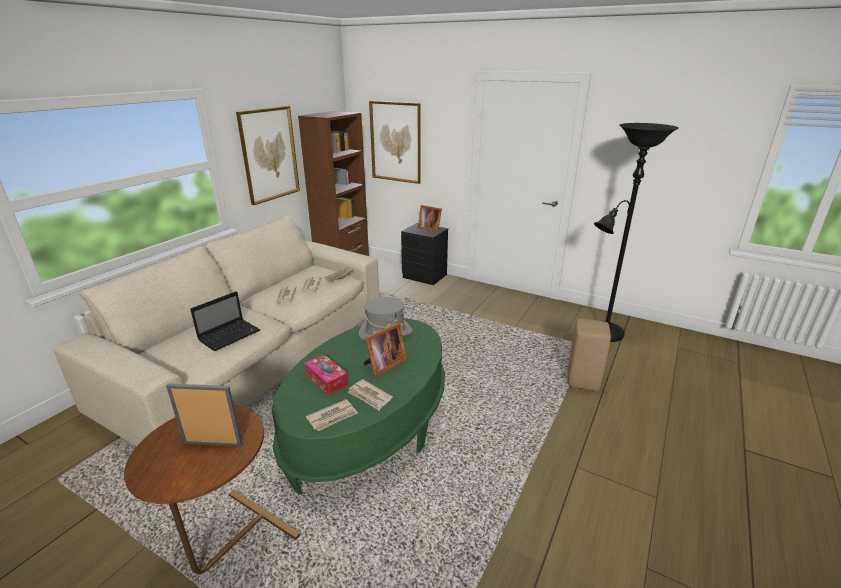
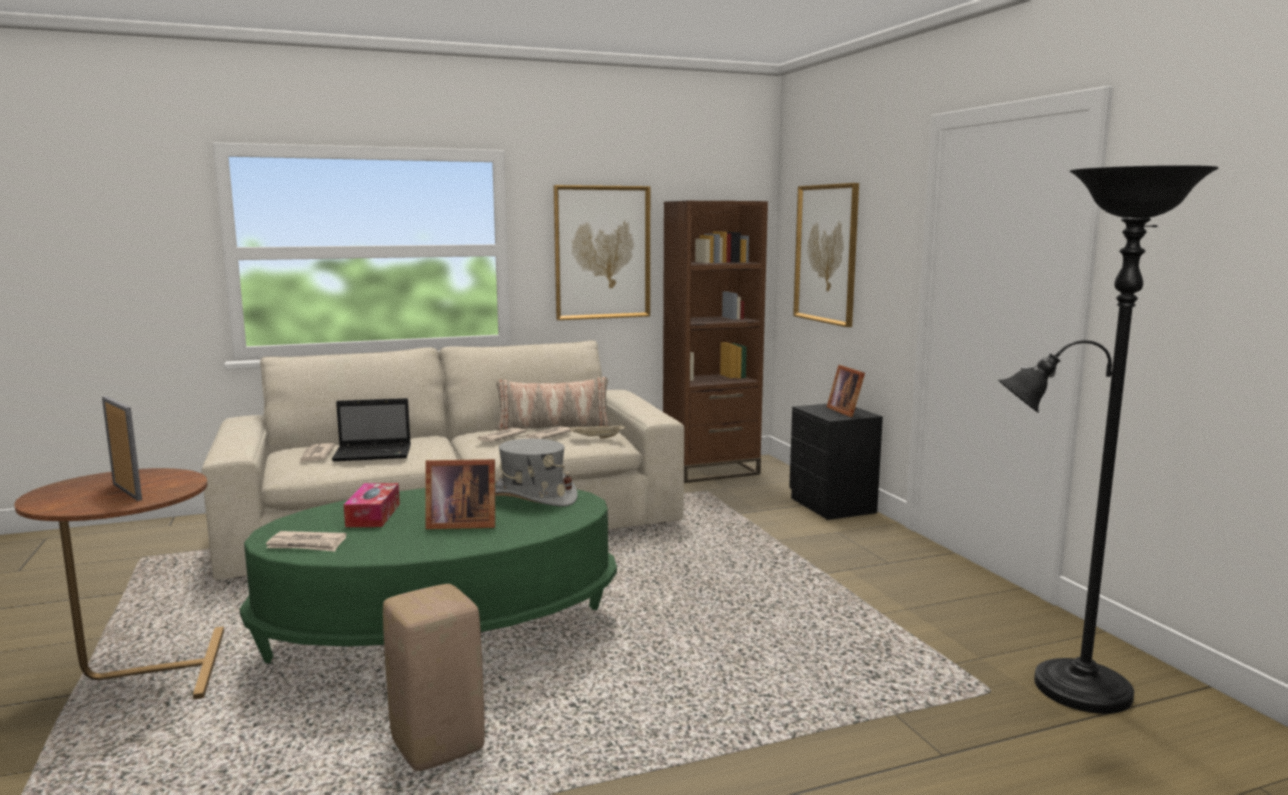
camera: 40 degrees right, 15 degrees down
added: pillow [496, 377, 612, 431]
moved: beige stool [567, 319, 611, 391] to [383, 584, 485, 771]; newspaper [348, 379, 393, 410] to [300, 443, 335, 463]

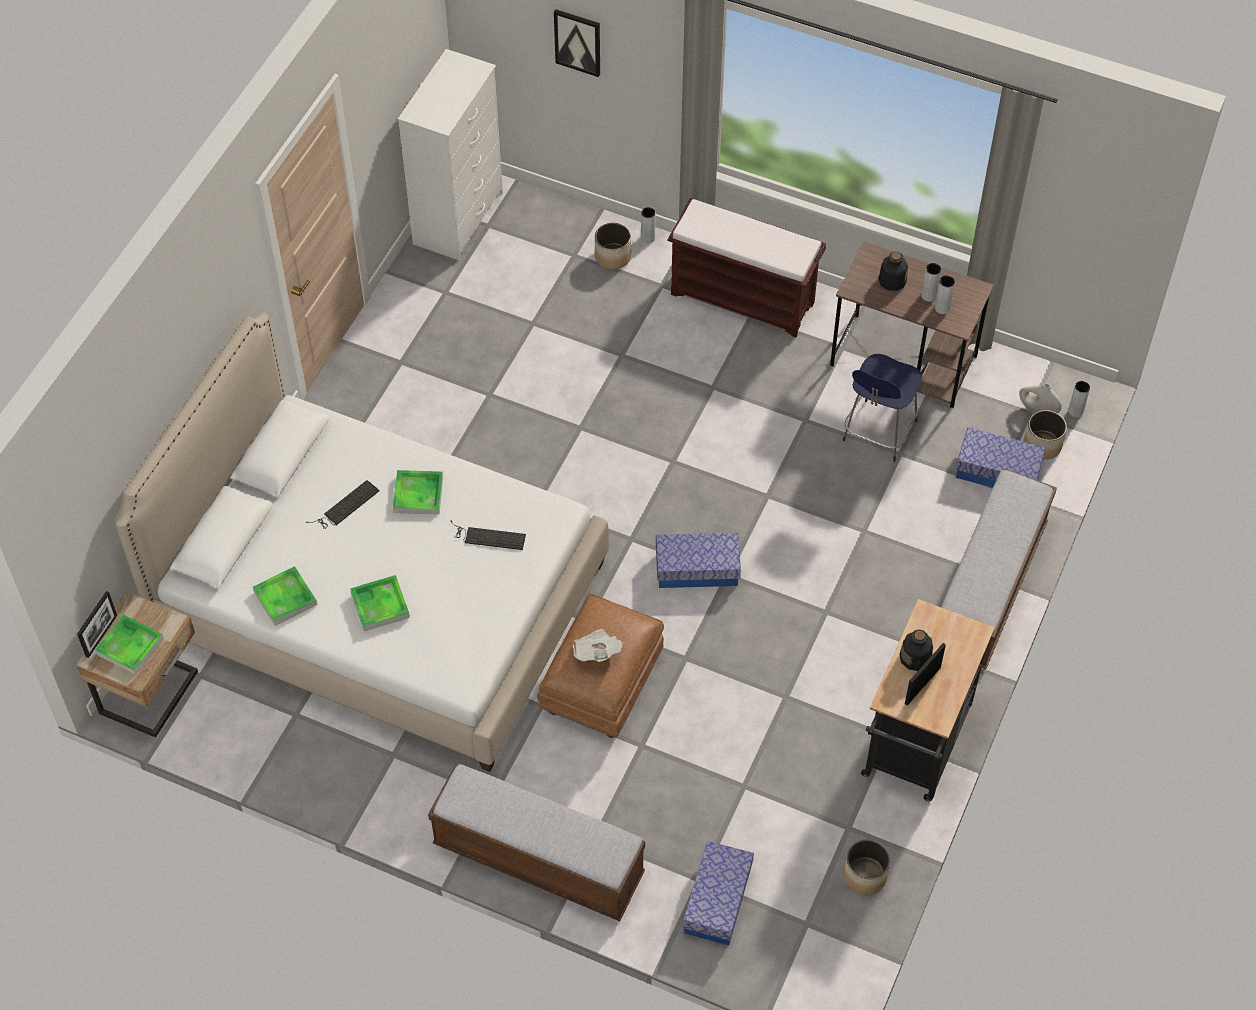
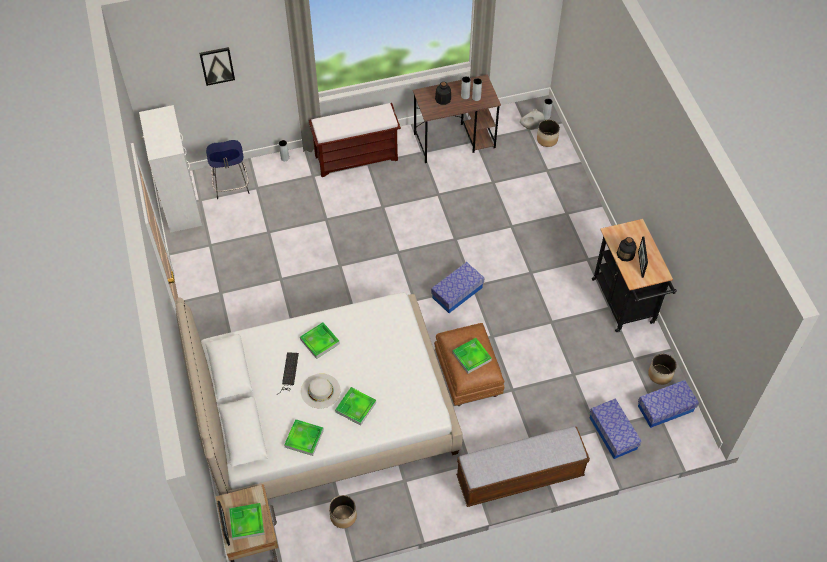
camera: 40 degrees left, 0 degrees up
removed: bench [941, 469, 1057, 669]; keyboard [450, 520, 526, 550]
added: white hat [301, 373, 340, 409]
moved: planter [595, 223, 631, 270] to [329, 495, 357, 528]; blue stool [843, 354, 922, 462] to [206, 140, 250, 199]; storage box [956, 427, 1046, 487] to [638, 380, 699, 428]
replaced: newspaper [573, 629, 623, 662] to tray [452, 338, 492, 374]

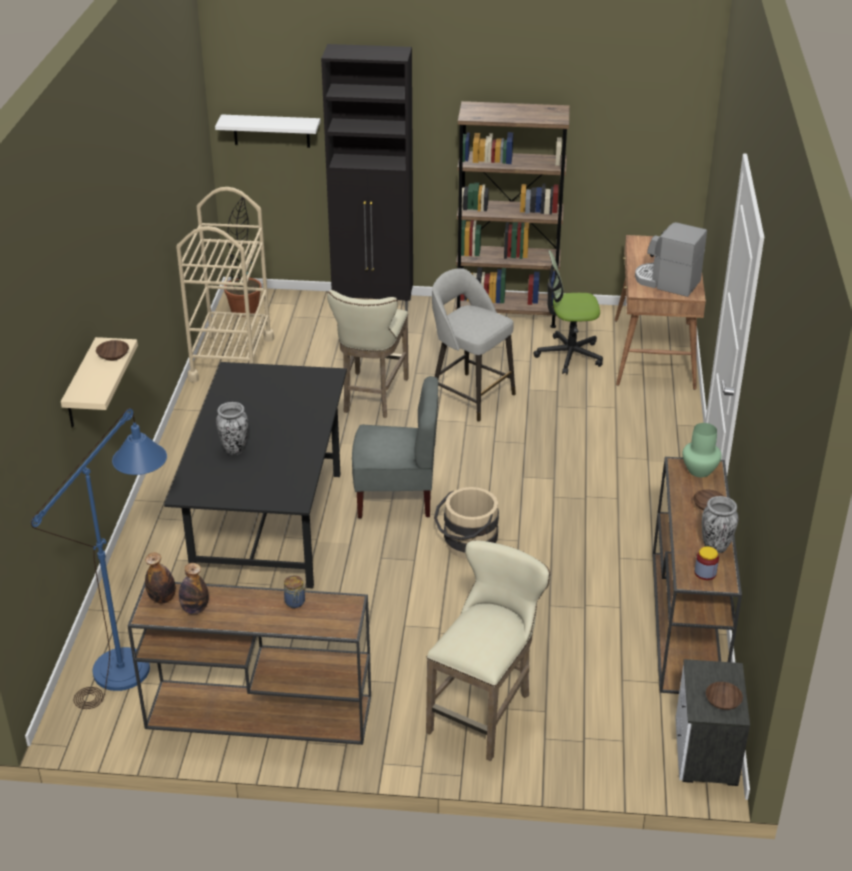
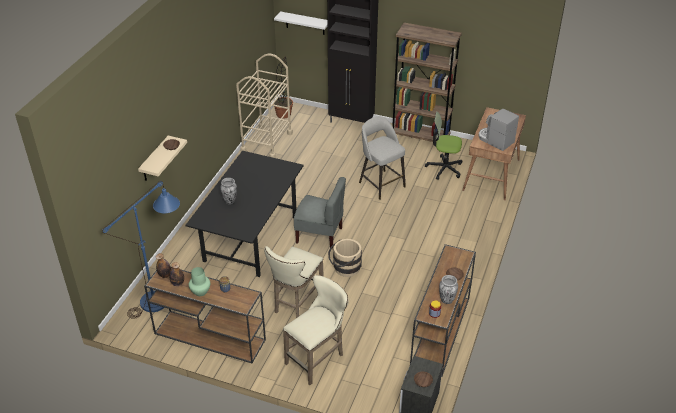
camera: 15 degrees right, 5 degrees up
moved: beige stool [327, 290, 409, 418] to [264, 246, 324, 318]; green vase [682, 423, 722, 477] to [189, 267, 210, 296]

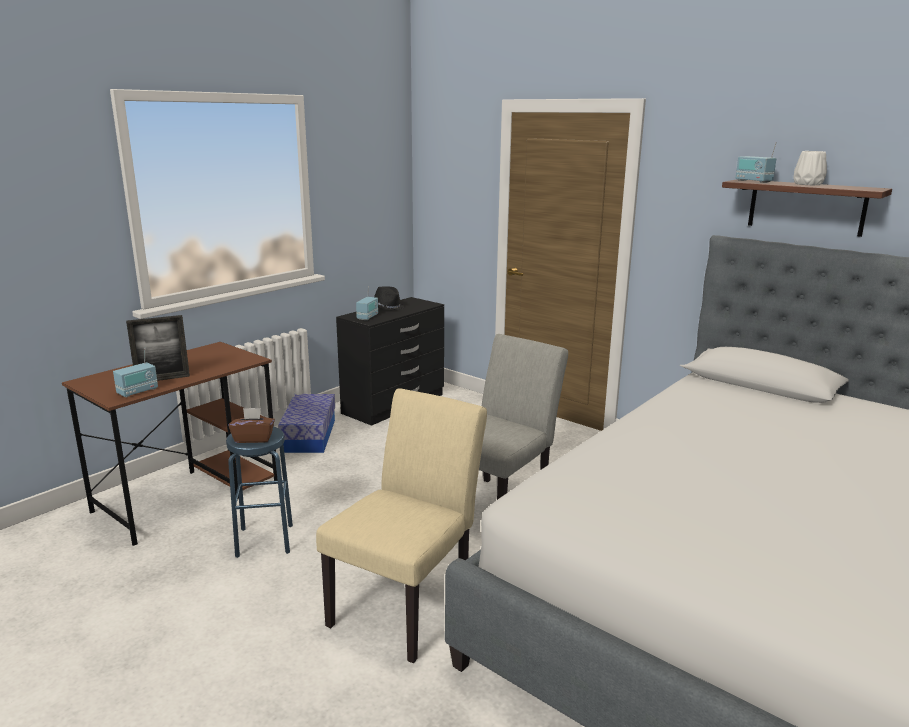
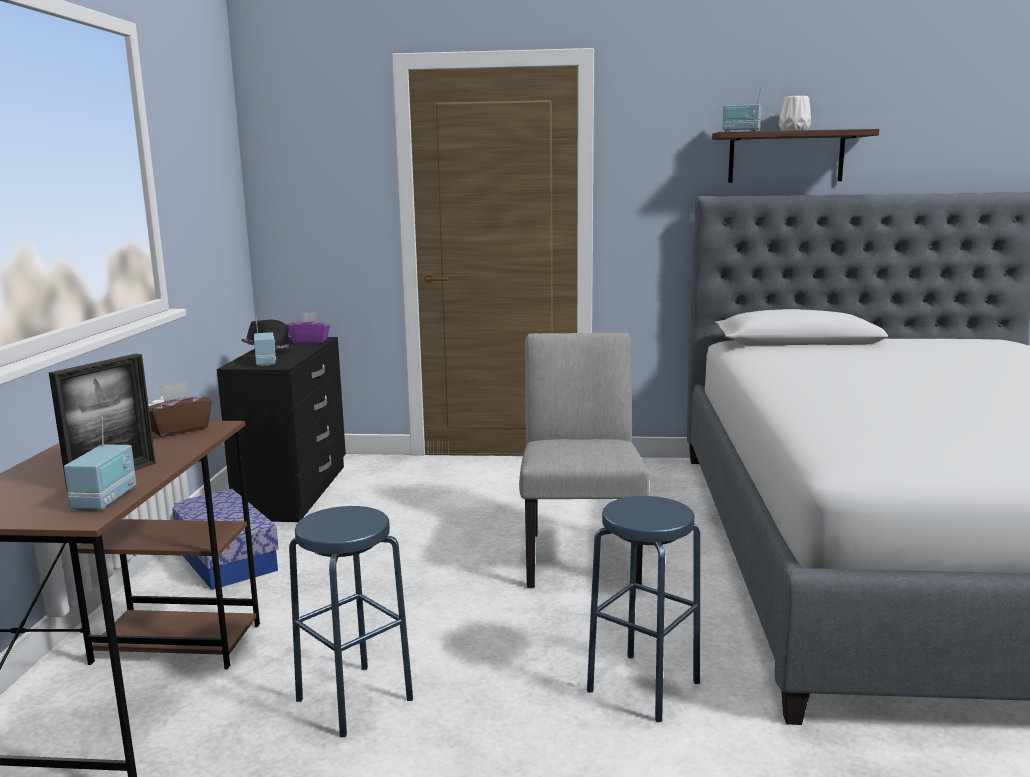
camera: 35 degrees left, 5 degrees down
added: purple tissue box [287, 312, 330, 344]
moved: brown tissue box [229, 408, 275, 443] to [149, 382, 212, 437]
replaced: beige chair [316, 388, 487, 663] to blue stool [587, 496, 700, 722]

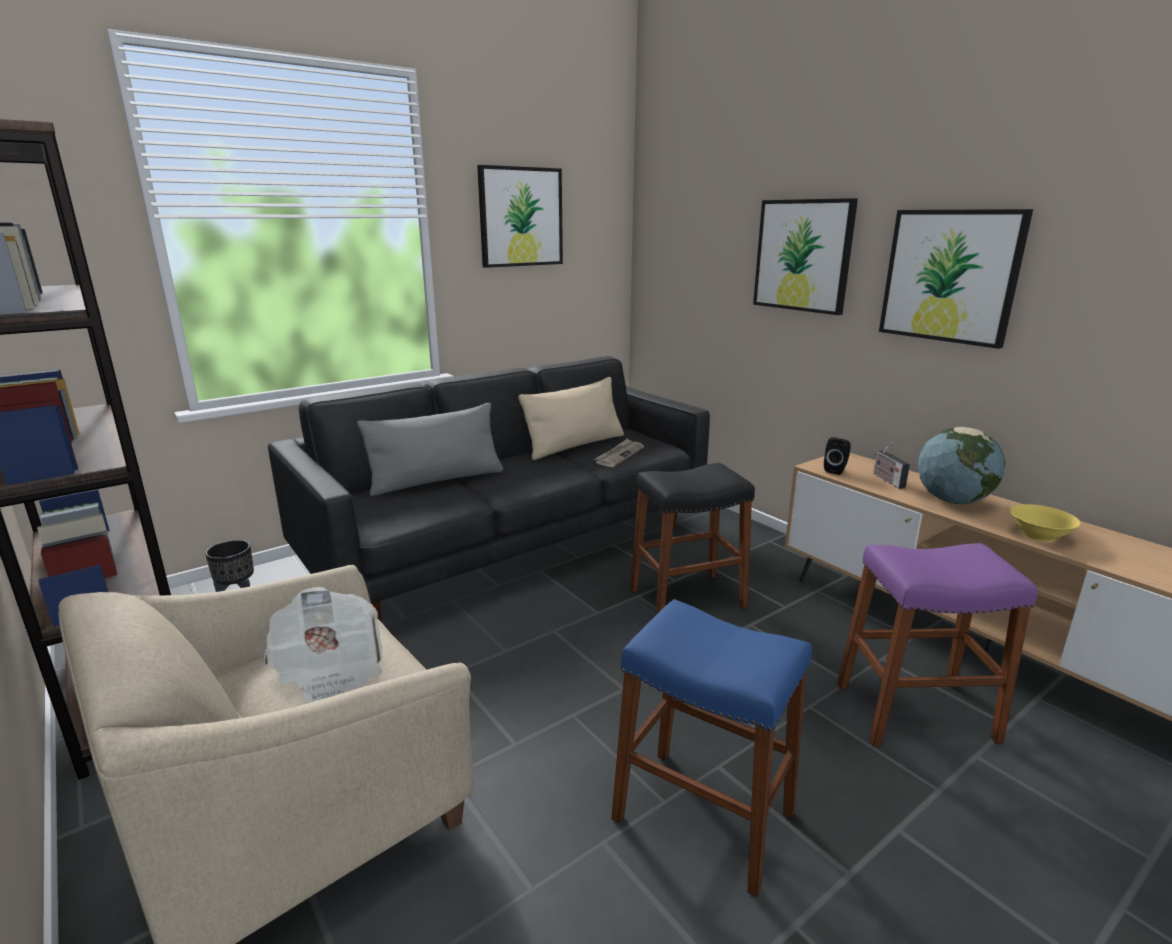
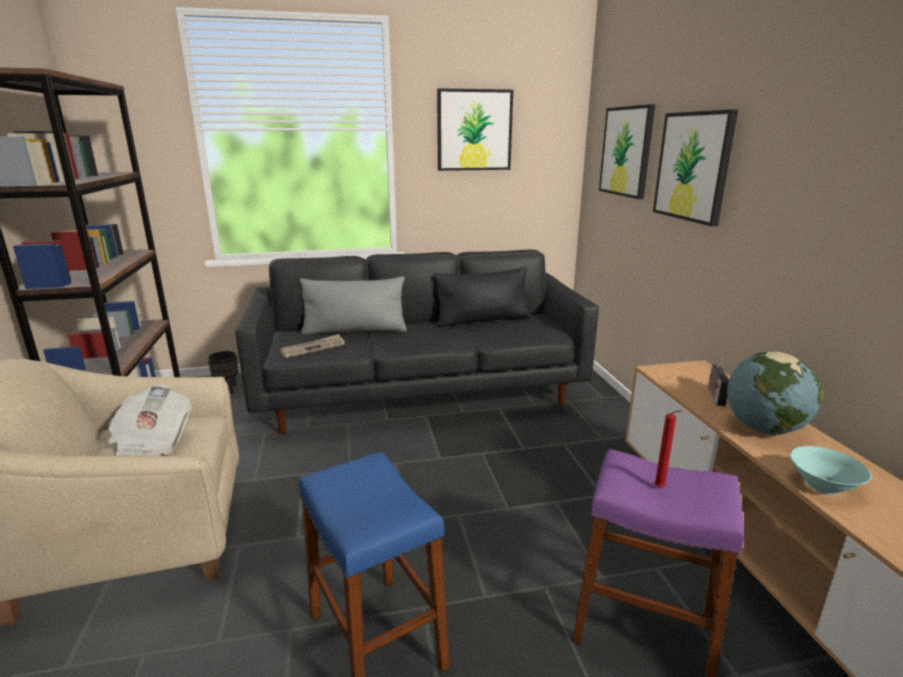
camera: 25 degrees right, 0 degrees up
removed: black speaker [824, 437, 851, 475]; black stool [630, 463, 755, 615]
added: red candle [654, 410, 682, 488]
moved: picture [879, 209, 1033, 349] to [599, 104, 655, 199]; newspaper [594, 439, 644, 467] to [280, 334, 345, 358]
recoloured: beige pillow [518, 377, 624, 460] to black pillow [433, 267, 531, 327]; yellow bowl [1010, 504, 1081, 542] to turquoise bowl [790, 446, 871, 495]

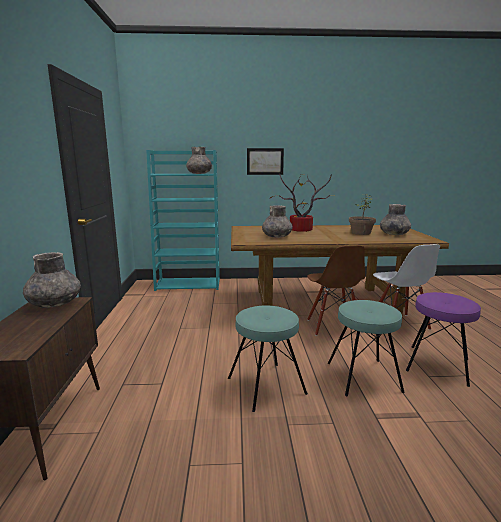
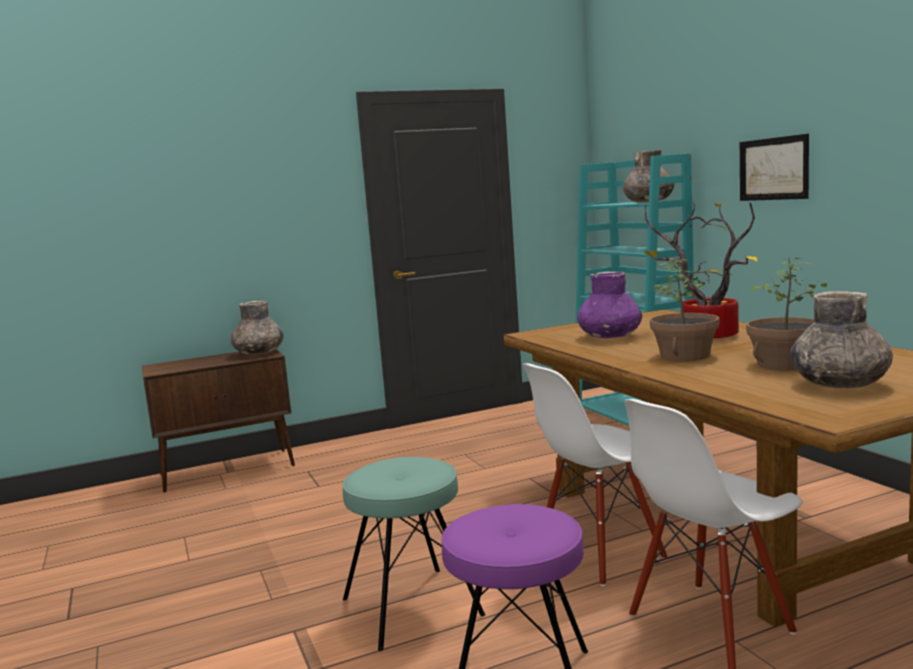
camera: 70 degrees right, 5 degrees down
removed: turquoise stool [228, 306, 308, 412]
added: potted plant [650, 258, 720, 361]
recoloured: grey vase [262, 205, 292, 238] to purple vase [577, 271, 642, 338]; brown chair [307, 246, 365, 336] to white chair [523, 363, 668, 586]

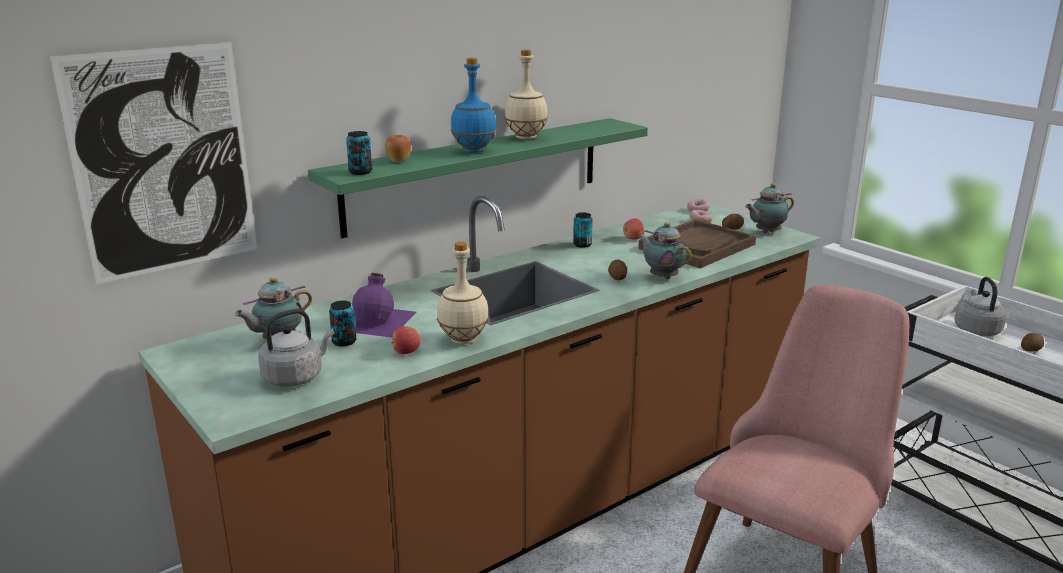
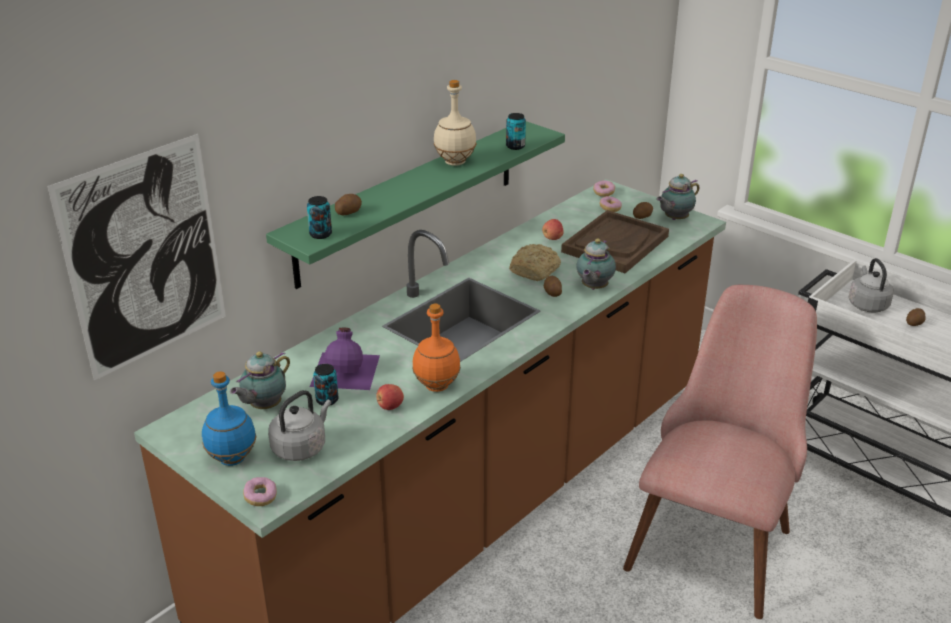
camera: 10 degrees left, 10 degrees up
added: bread [509, 244, 561, 281]; donut [243, 477, 277, 506]
moved: blue bottle [451, 58, 497, 153] to [202, 371, 257, 466]; can [573, 212, 593, 248] to [506, 113, 526, 150]
replaced: apple [385, 135, 411, 162] to potato [335, 194, 362, 215]
recoloured: beige bottle [437, 242, 489, 344] to orange bottle [412, 304, 461, 392]
turned: teapot [638, 222, 692, 279] = [576, 239, 616, 290] 105 degrees counterclockwise

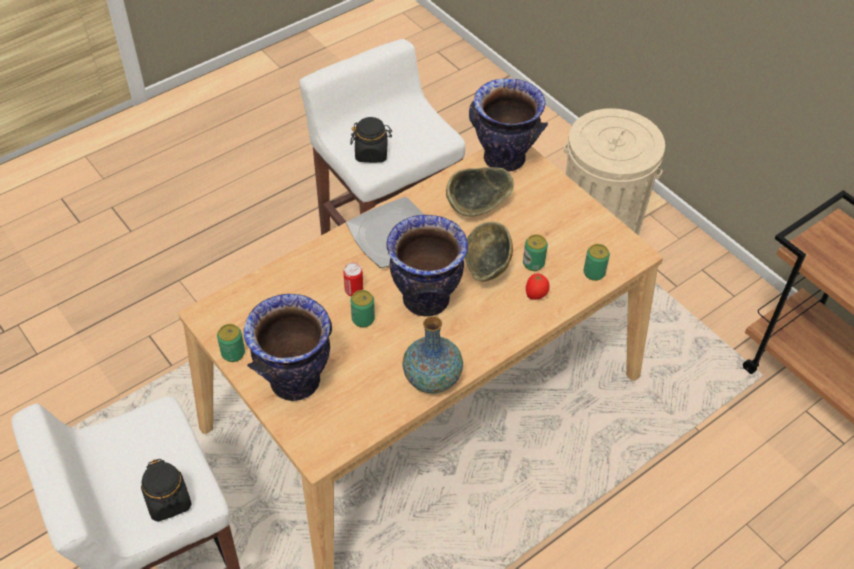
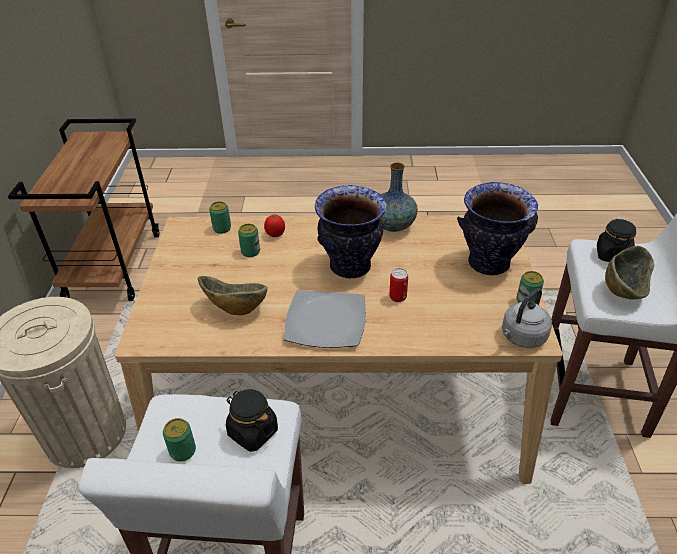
camera: 140 degrees left, 10 degrees down
removed: vase [469, 79, 548, 172]
added: grey kettle [502, 288, 552, 348]
moved: bowl [465, 222, 513, 281] to [605, 246, 654, 300]; can [350, 290, 375, 328] to [163, 418, 196, 462]

